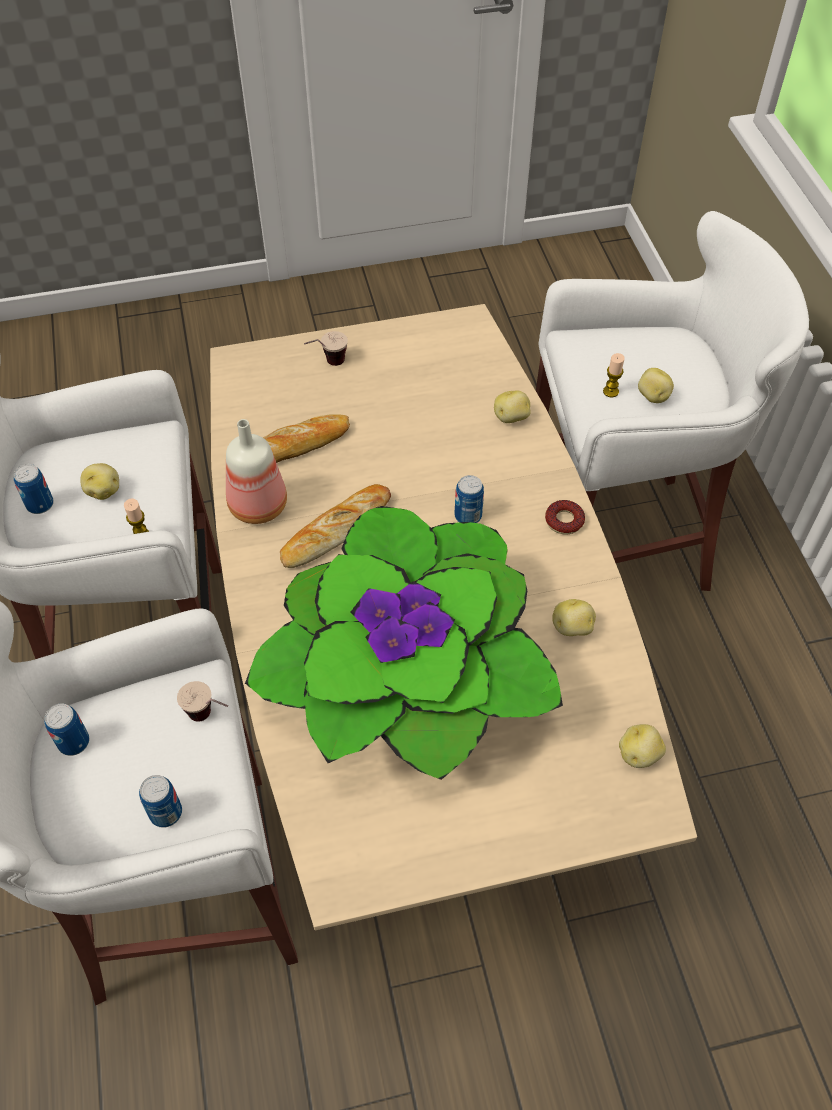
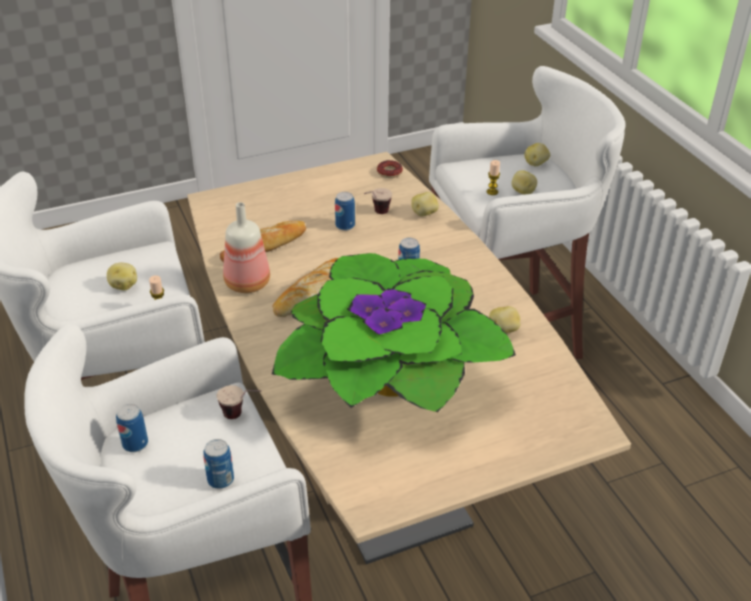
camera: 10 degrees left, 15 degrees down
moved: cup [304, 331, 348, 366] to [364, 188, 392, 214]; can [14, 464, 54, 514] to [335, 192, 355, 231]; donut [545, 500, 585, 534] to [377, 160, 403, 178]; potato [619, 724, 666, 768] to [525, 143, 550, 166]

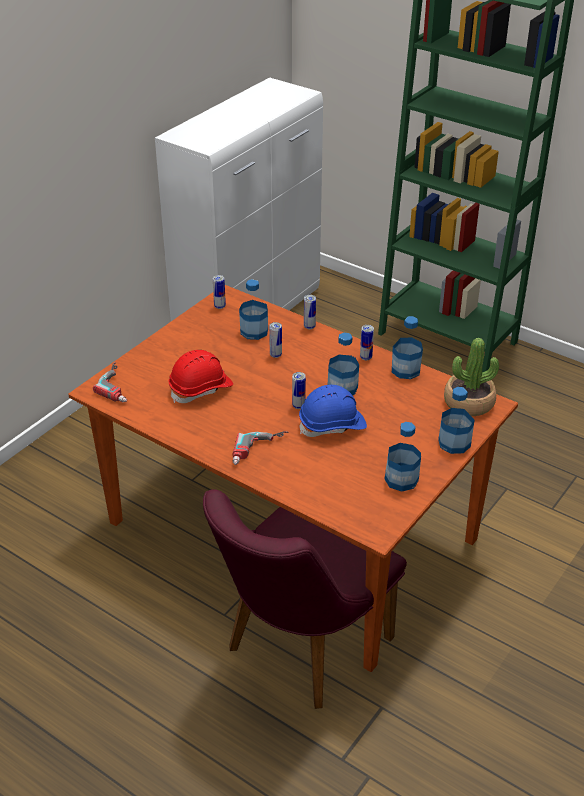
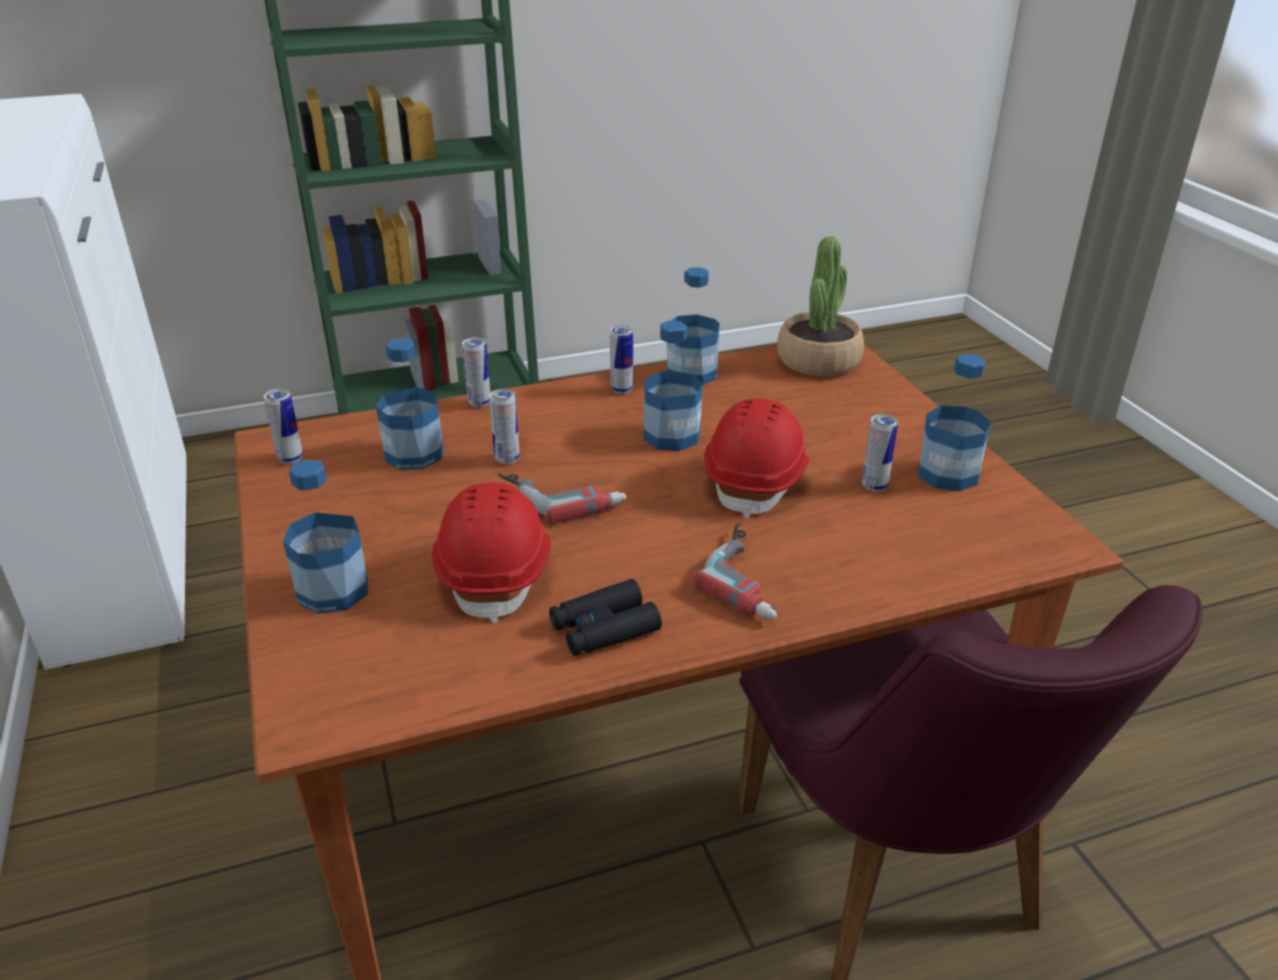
camera: 55 degrees left, 5 degrees down
added: black binoculars [549, 579, 662, 656]
moved: power drill [93, 362, 127, 402] to [498, 472, 627, 525]; can [292, 372, 306, 409] to [862, 414, 898, 492]; bottle [438, 387, 475, 454] to [283, 460, 368, 614]
recoloured: blue hard hat [299, 385, 367, 437] to red hard hat [704, 398, 810, 519]

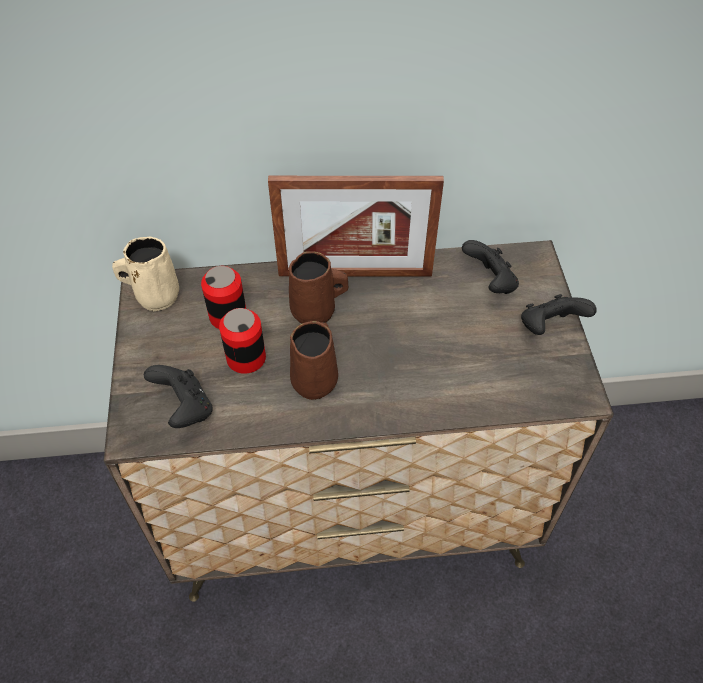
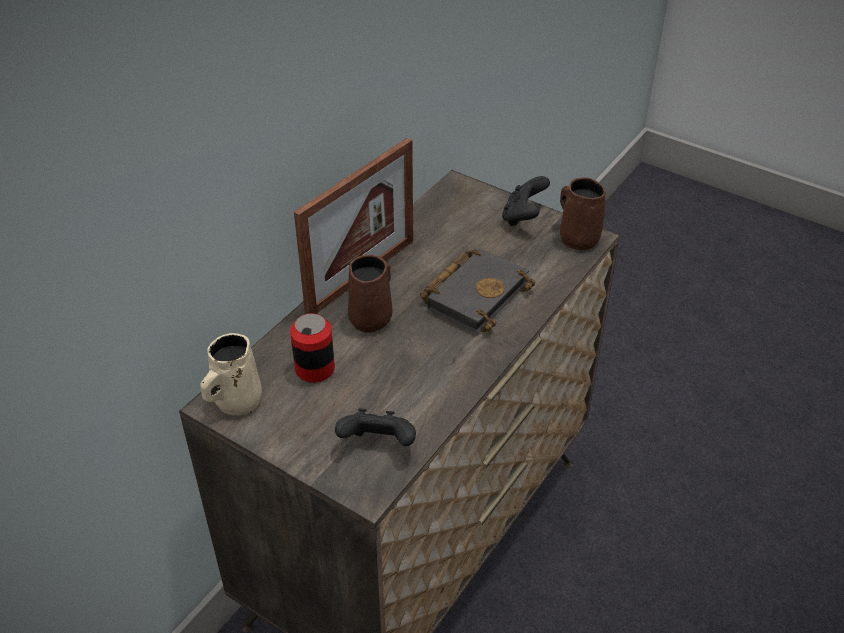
camera: 50 degrees left, 10 degrees down
removed: black game controller [462, 240, 519, 294]; can [219, 308, 266, 374]
added: black book [420, 249, 536, 333]
moved: brown mug [290, 321, 338, 400] to [560, 177, 606, 250]

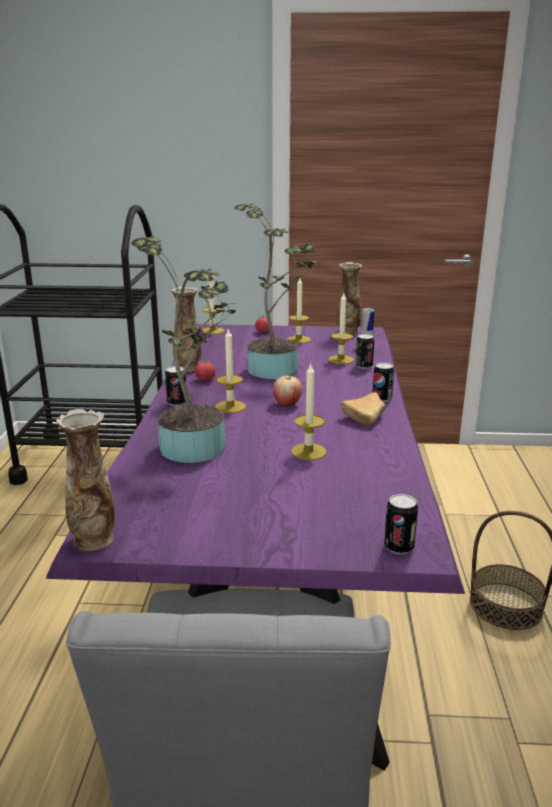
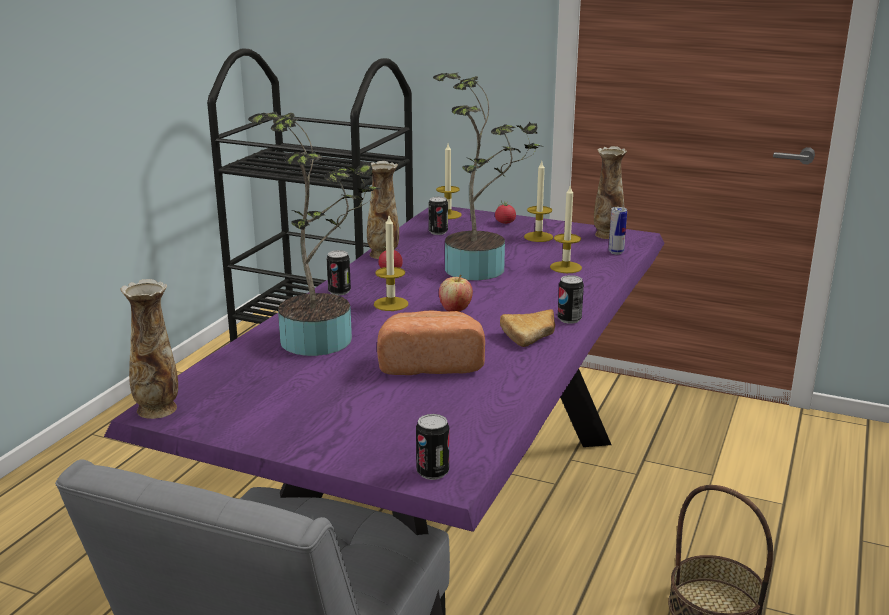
camera: 20 degrees right, 0 degrees up
moved: can [355, 334, 374, 369] to [429, 197, 448, 235]
replaced: candle [291, 363, 326, 460] to bread [377, 311, 485, 375]

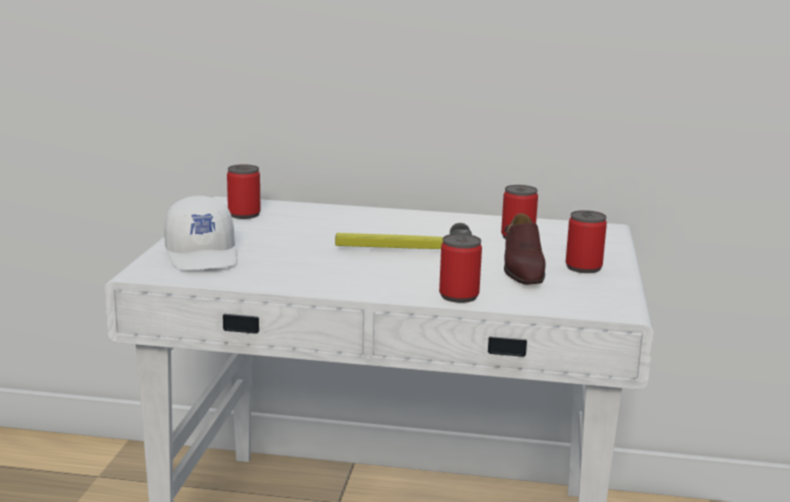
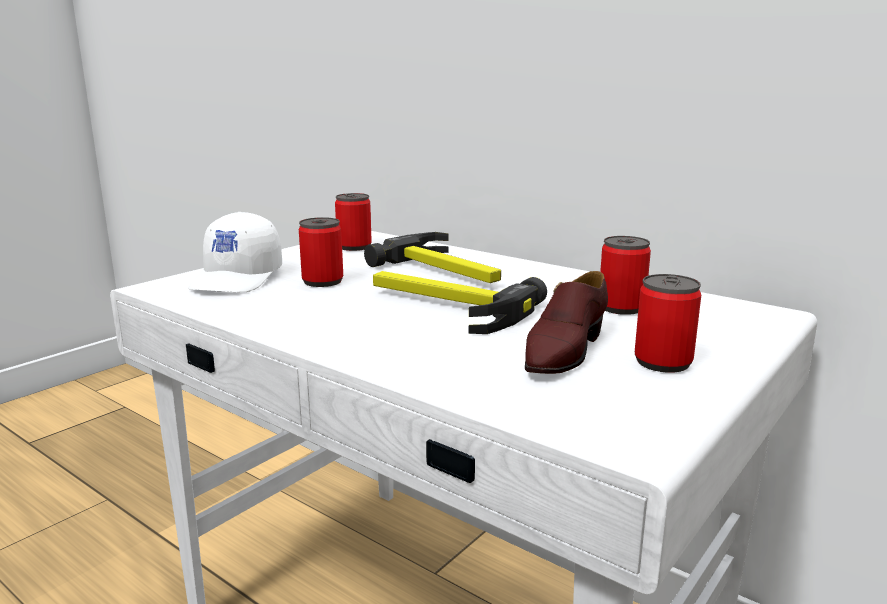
camera: 30 degrees right, 0 degrees up
added: hammer [364, 232, 501, 283]
moved: can [439, 234, 482, 303] to [299, 217, 343, 287]

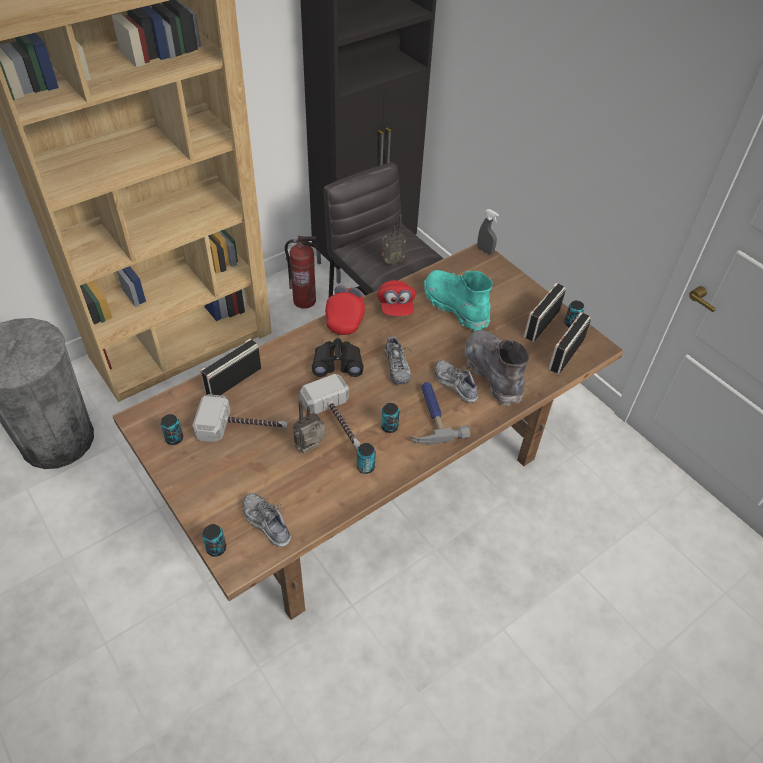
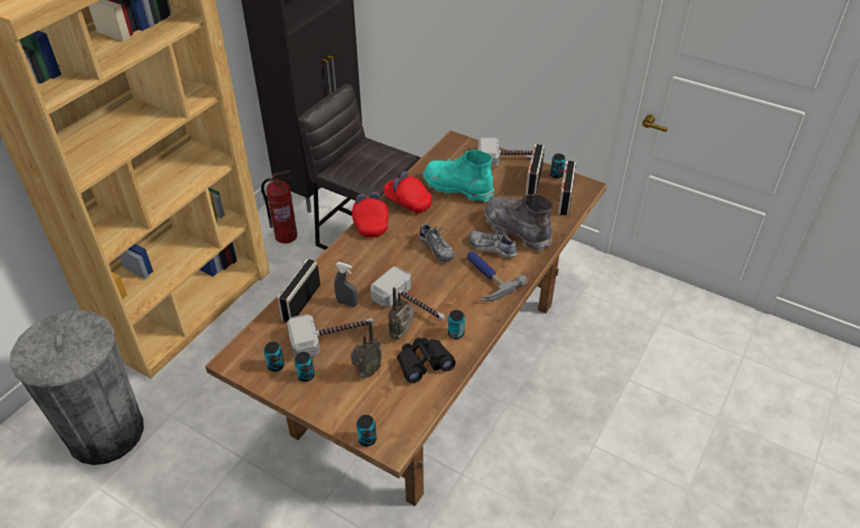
camera: 20 degrees left, 5 degrees down
removed: shoe [243, 493, 291, 547]
added: hammer [478, 137, 545, 167]
moved: grey spray bottle [477, 209, 499, 255] to [334, 262, 358, 307]; radio [381, 214, 406, 265] to [351, 321, 382, 378]; black binoculars [312, 338, 364, 377] to [397, 337, 456, 383]; can [381, 403, 399, 433] to [294, 352, 315, 382]
turned: red cap [377, 280, 416, 316] = [384, 171, 432, 213] 150 degrees clockwise

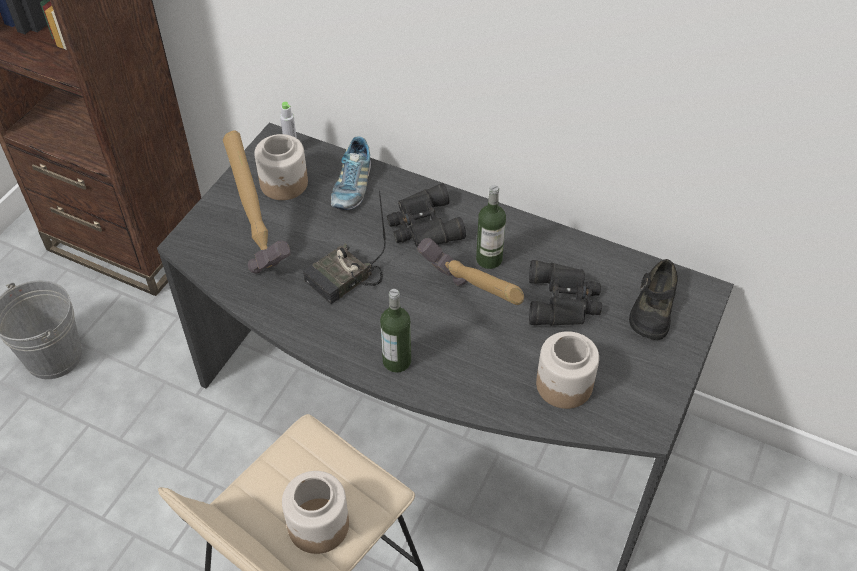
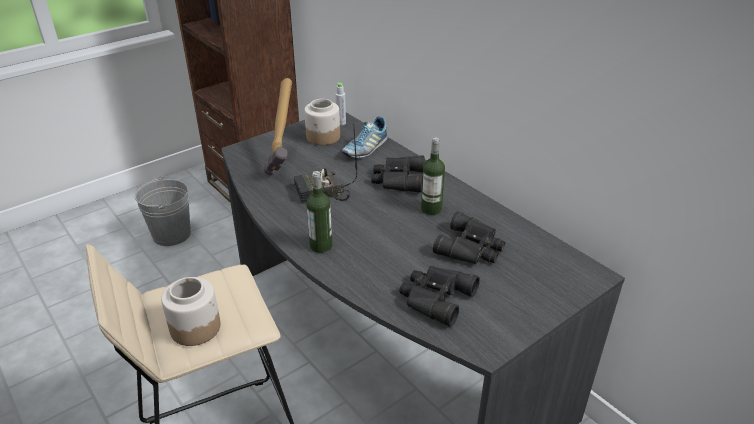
camera: 25 degrees right, 15 degrees down
removed: hammer [417, 238, 524, 305]; black shoe [629, 259, 678, 340]
replaced: jar [536, 331, 599, 409] to black binoculars [399, 266, 480, 327]

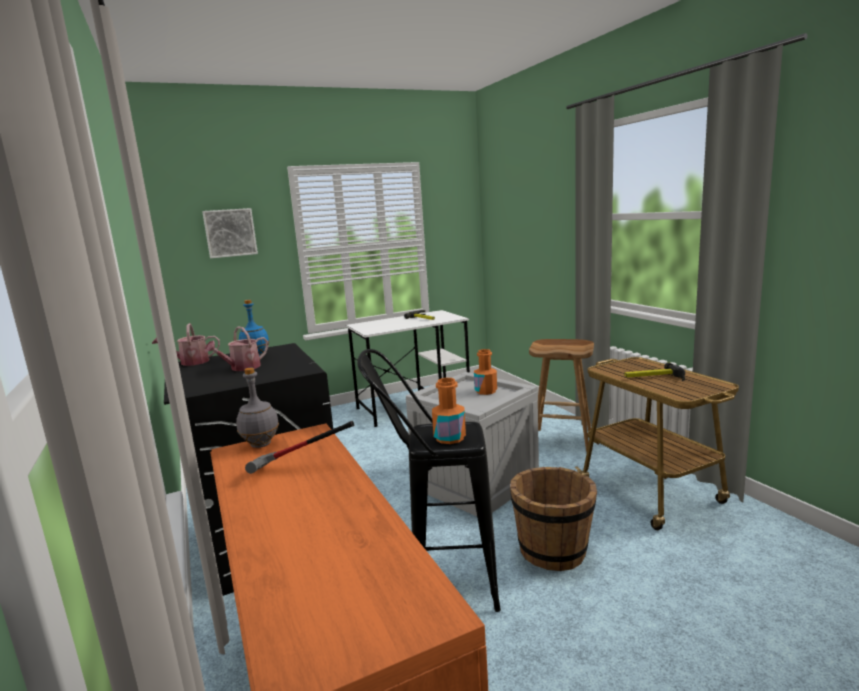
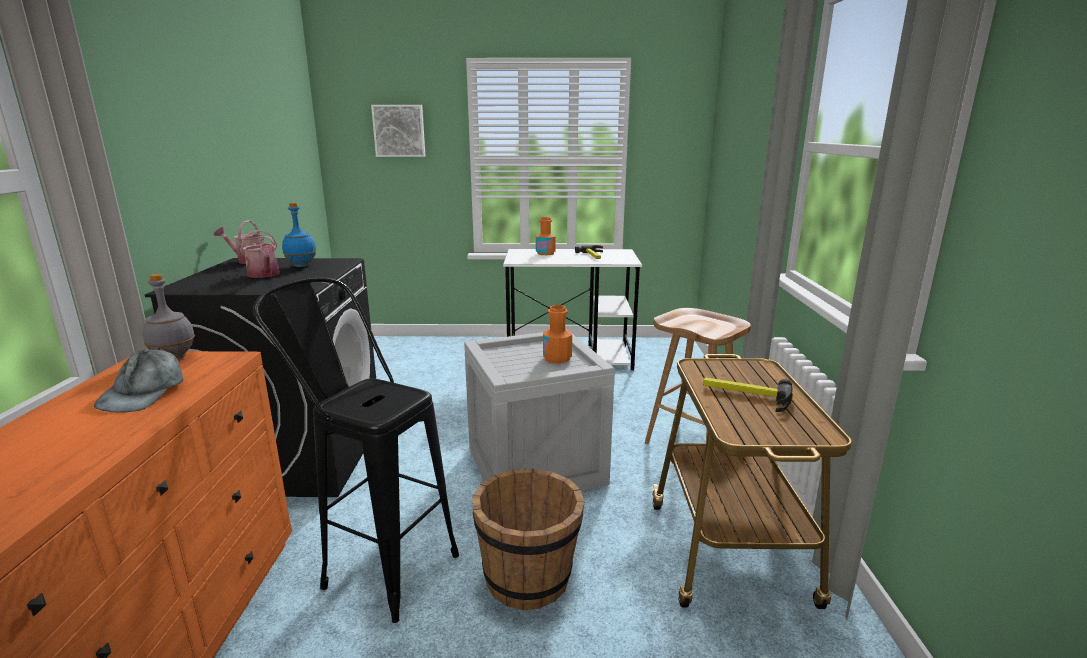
camera: 25 degrees right, 5 degrees up
moved: orange bottle [432, 378, 466, 444] to [536, 217, 555, 255]
replaced: hammer [245, 421, 354, 474] to grey cap [94, 348, 183, 413]
turned: watering can [204, 326, 269, 371] = [241, 230, 280, 278] 105 degrees counterclockwise

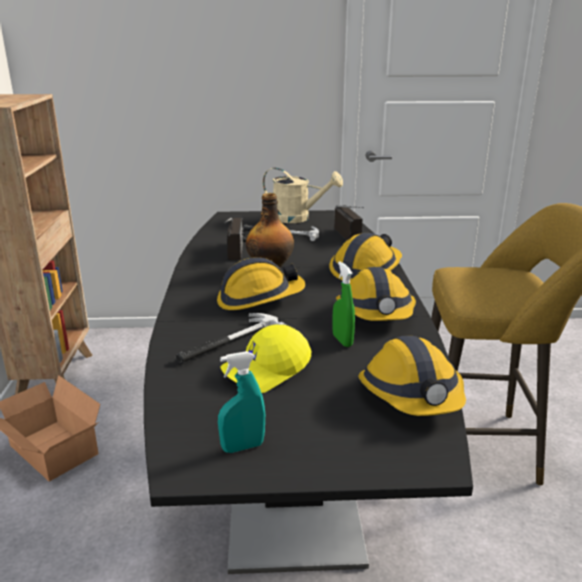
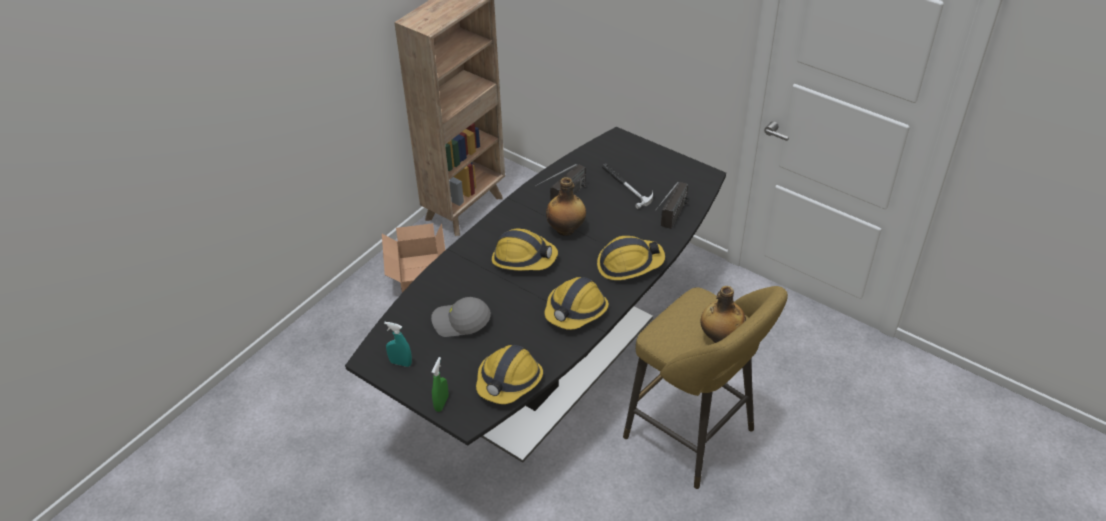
camera: 40 degrees right, 20 degrees up
removed: beige watering can [263, 168, 343, 223]; hammer [176, 313, 286, 363]
added: bottle [701, 286, 746, 343]
moved: green spray bottle [332, 261, 355, 347] to [432, 357, 448, 412]
recoloured: yellow cap [221, 325, 311, 393] to grey cap [431, 297, 491, 337]

